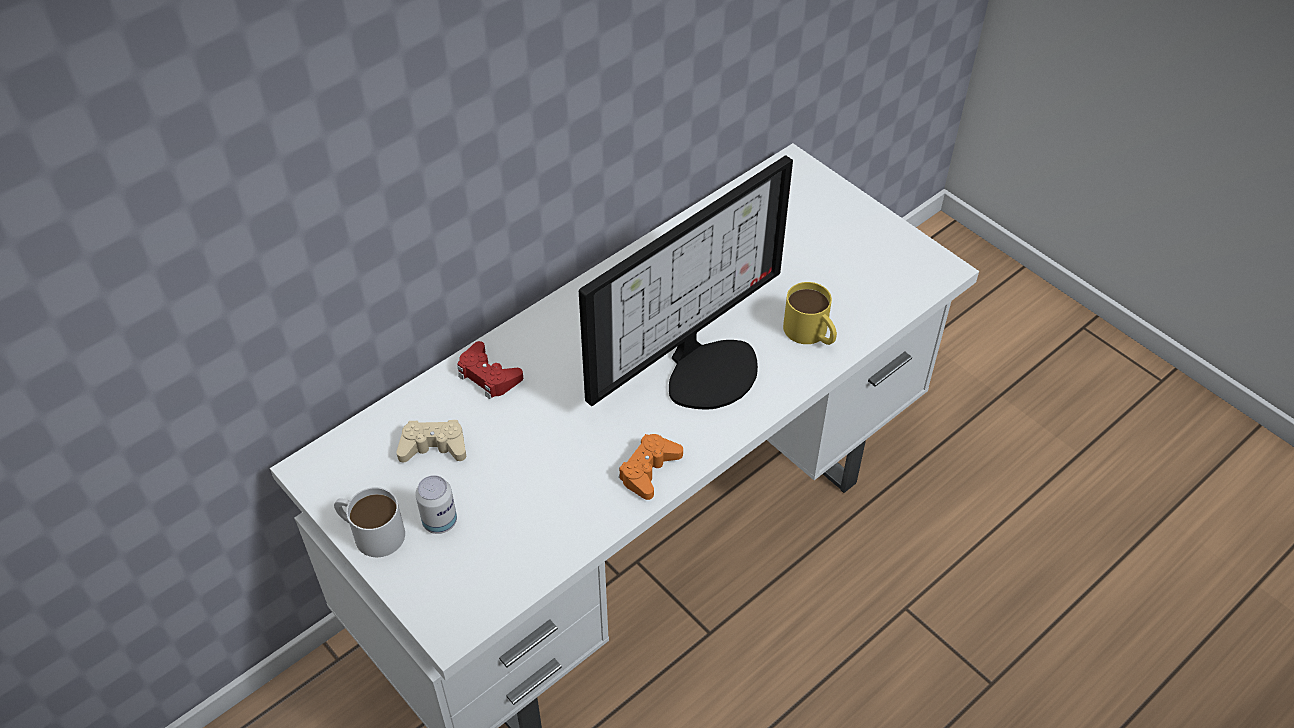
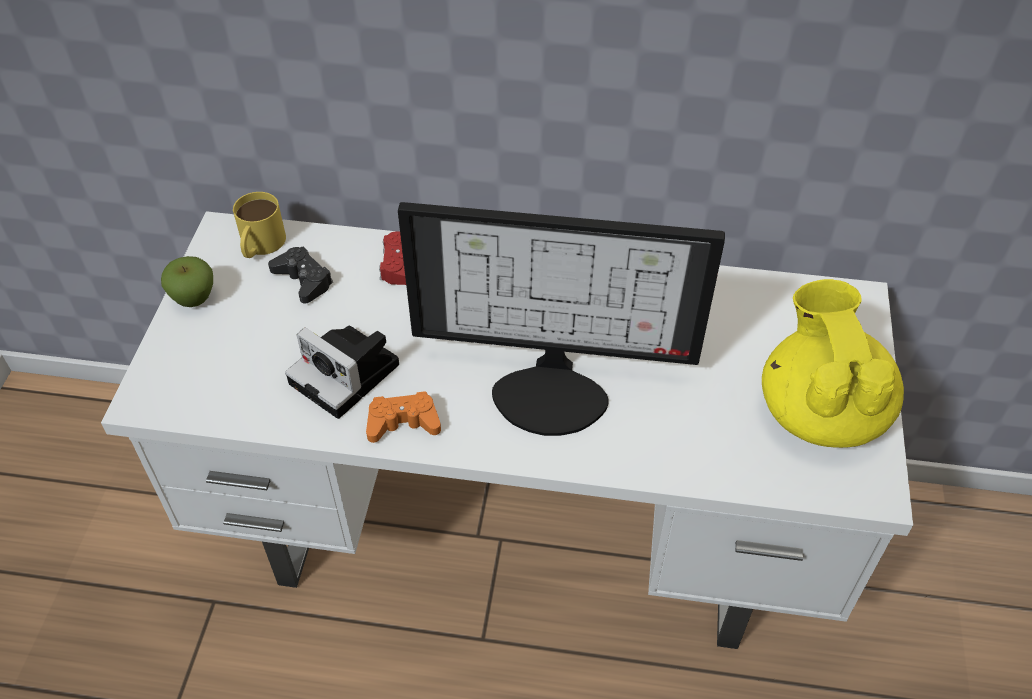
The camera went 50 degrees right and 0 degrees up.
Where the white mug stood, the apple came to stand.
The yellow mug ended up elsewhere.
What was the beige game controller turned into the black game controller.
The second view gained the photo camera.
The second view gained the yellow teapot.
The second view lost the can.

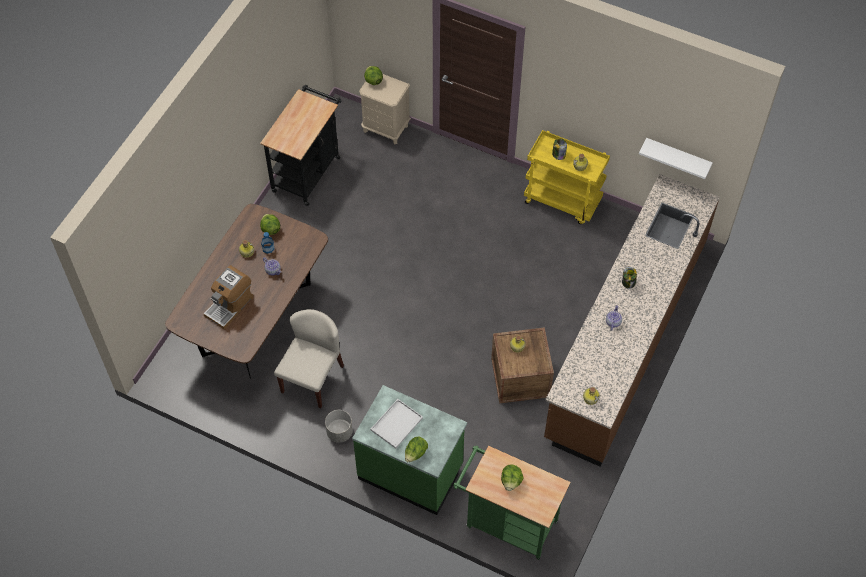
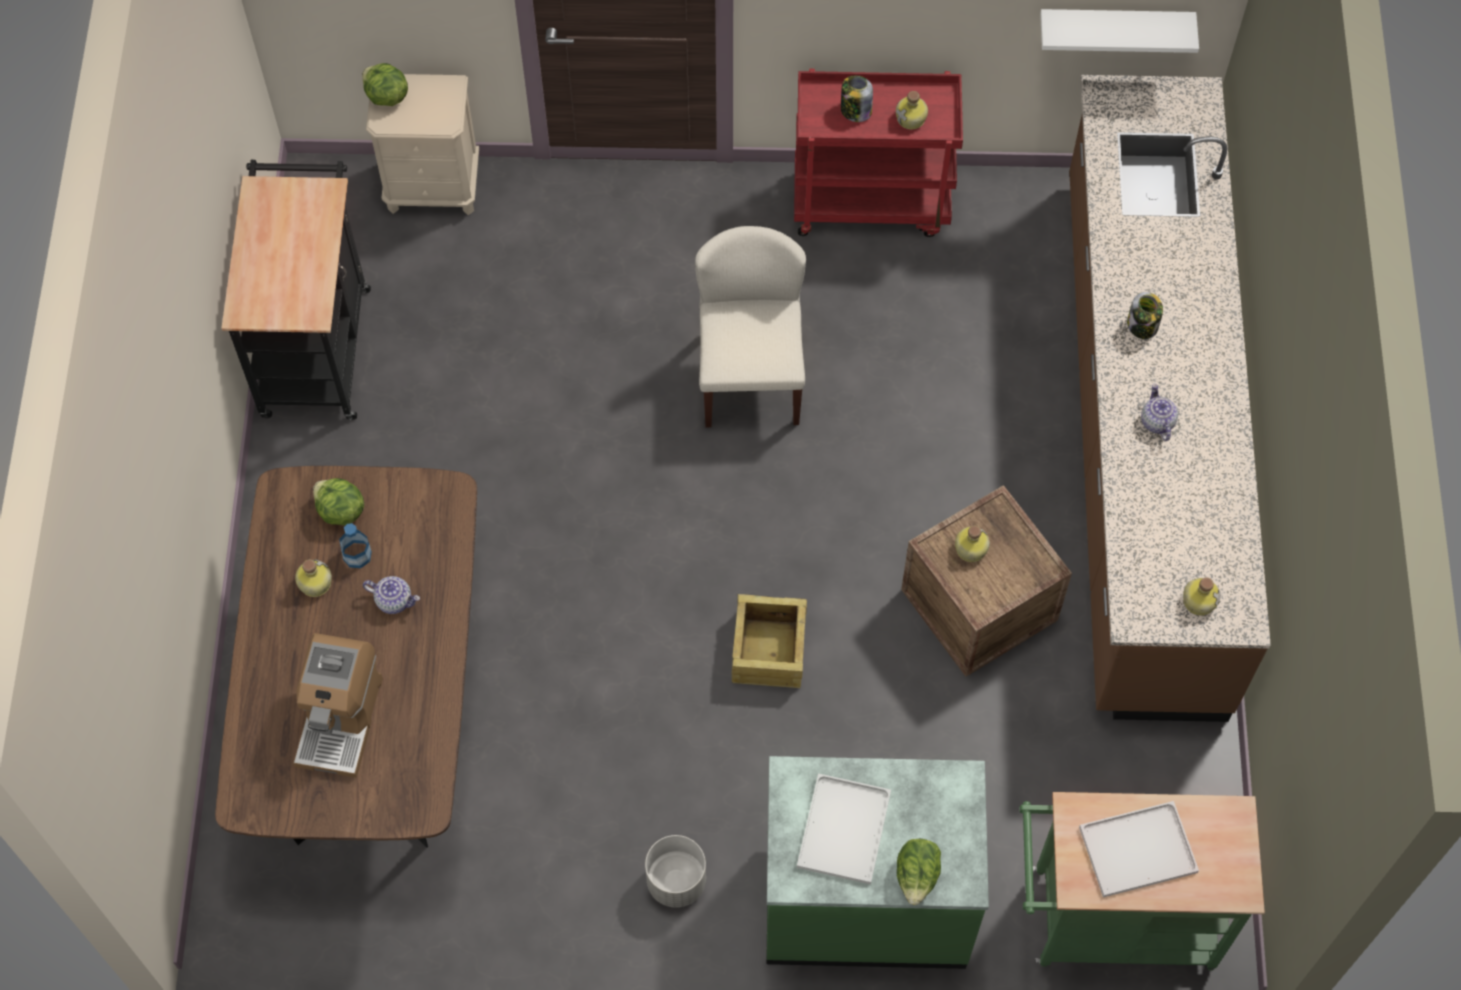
The camera went 25 degrees left and 5 degrees up.
The beige chair ended up elsewhere.
The second view gained the crate (no. 1 from left).
What was the yellow cart turned into the red cart.
Where the lettuce (no. 4 from left) stood, the white tray (no. 2 from left) came to stand.

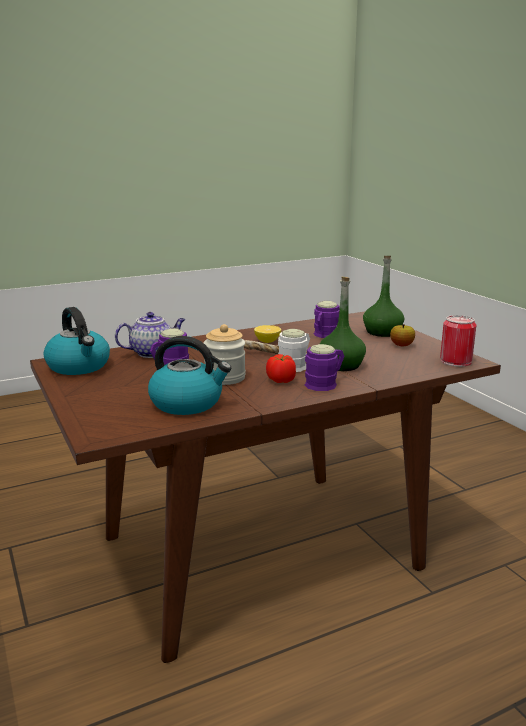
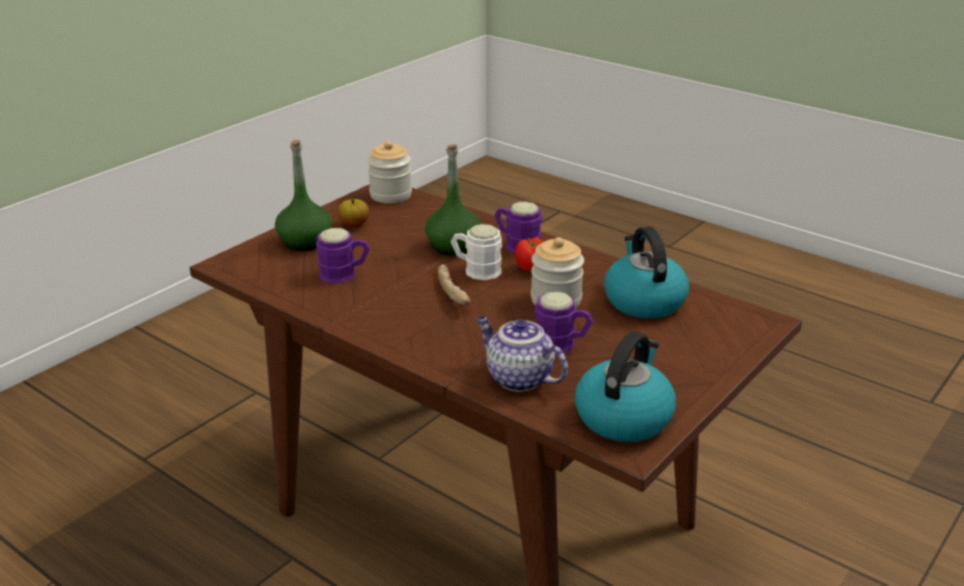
The camera went 115 degrees left and 10 degrees up.
Where the can stood, the jar (no. 1 from left) came to stand.
The second view lost the lemon.

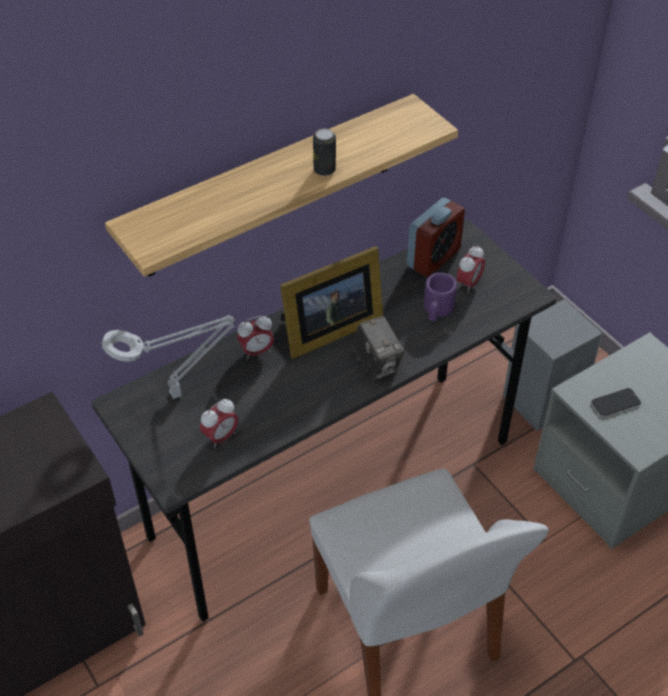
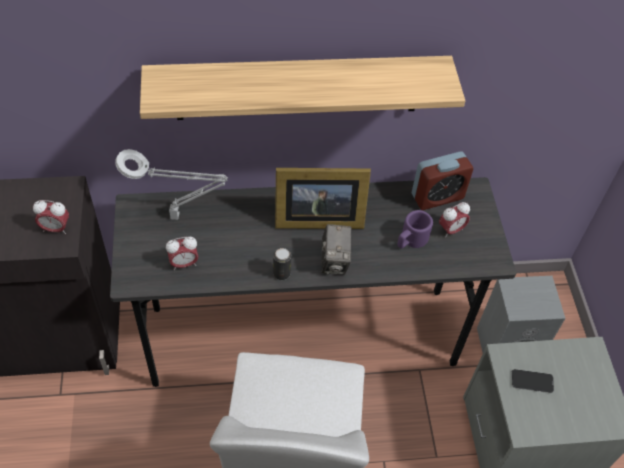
The camera went 25 degrees right and 5 degrees up.
The alarm clock (no. 2 from left in the first image) ended up elsewhere.
The can ended up elsewhere.

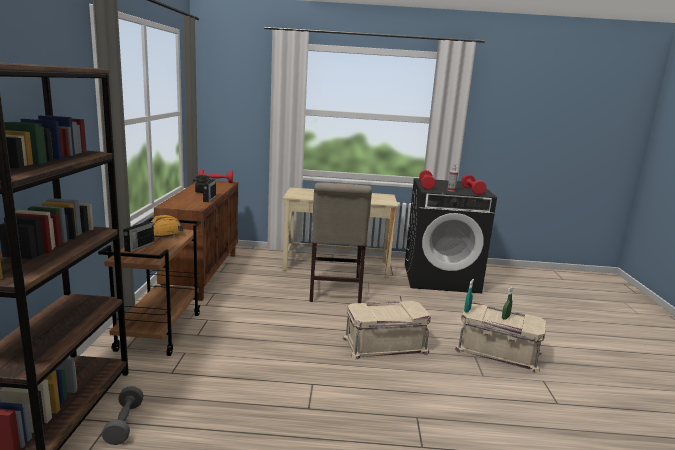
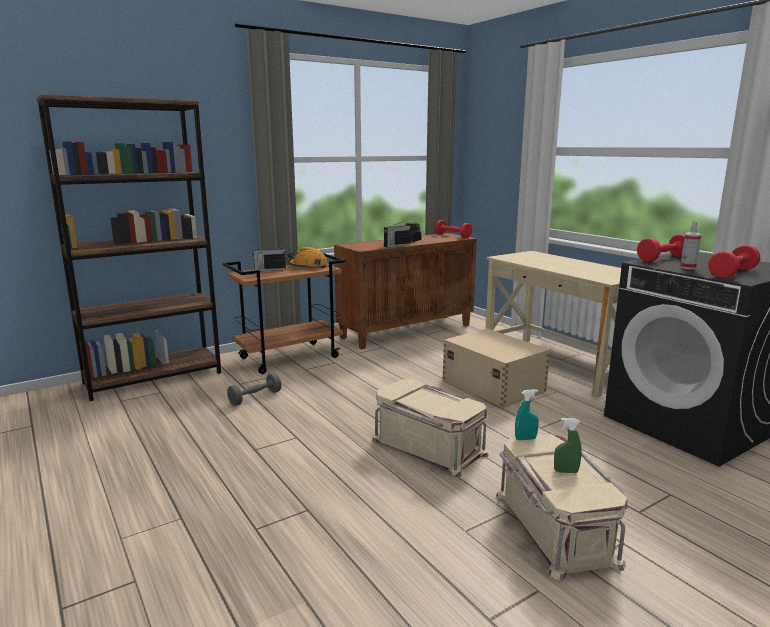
The camera went 55 degrees right and 0 degrees up.
The grey dumbbell ended up elsewhere.
Where the beige chair stood, the beige storage box (no. 2 from left) came to stand.

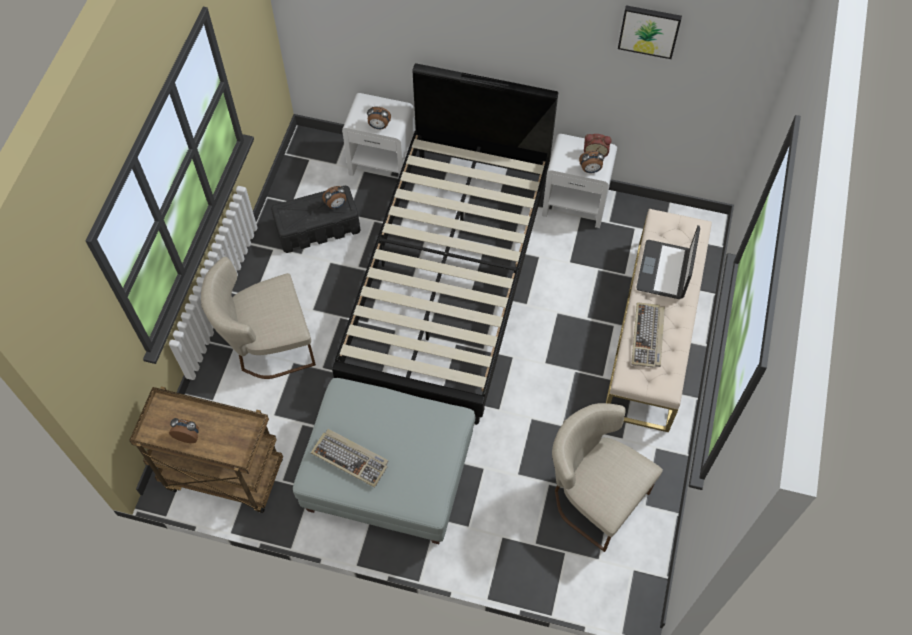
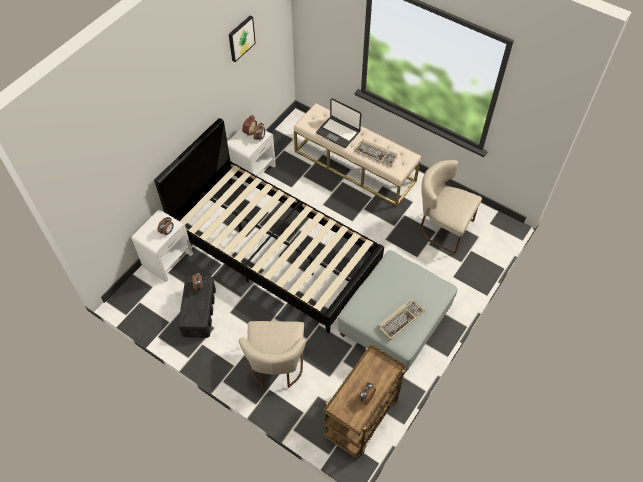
The camera went 70 degrees left and 5 degrees down.
The beige chair (no. 2 from left) ended up facing another way, 60 degrees clockwise from before.

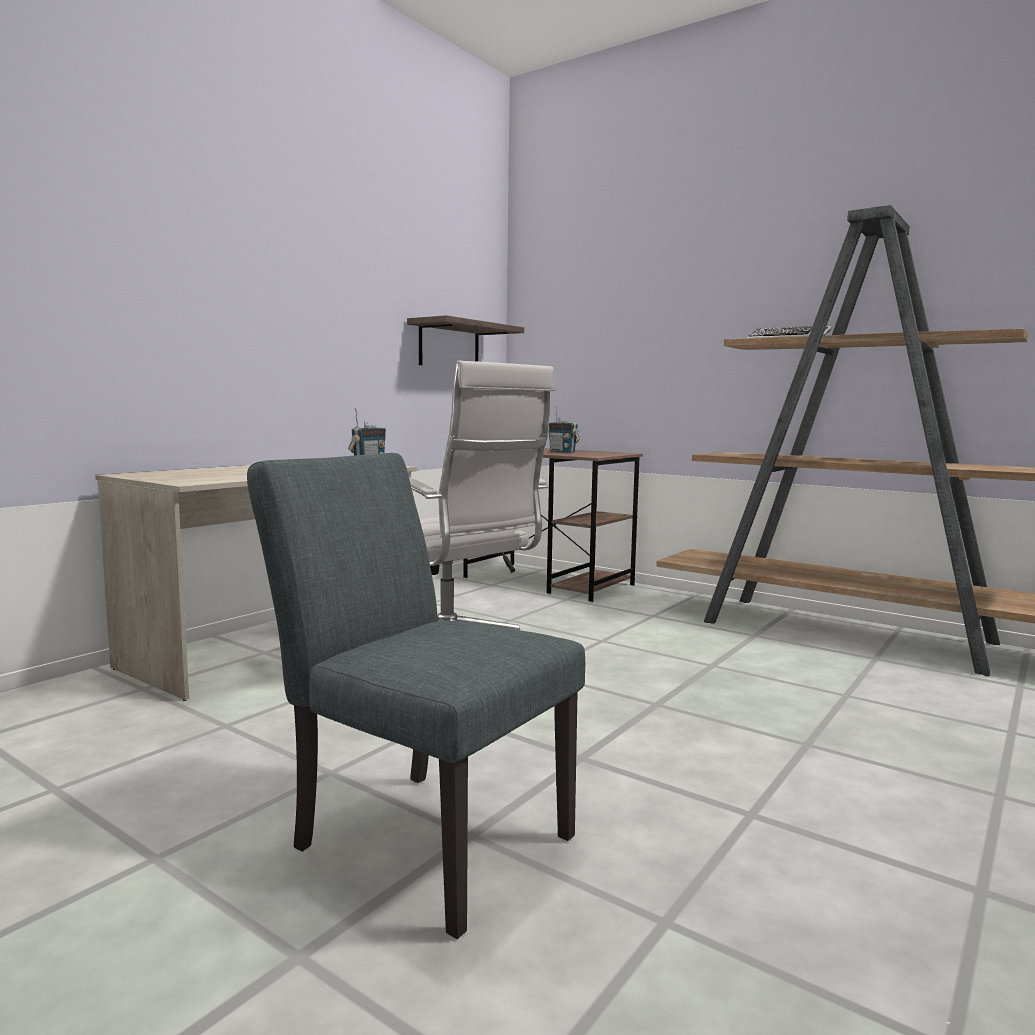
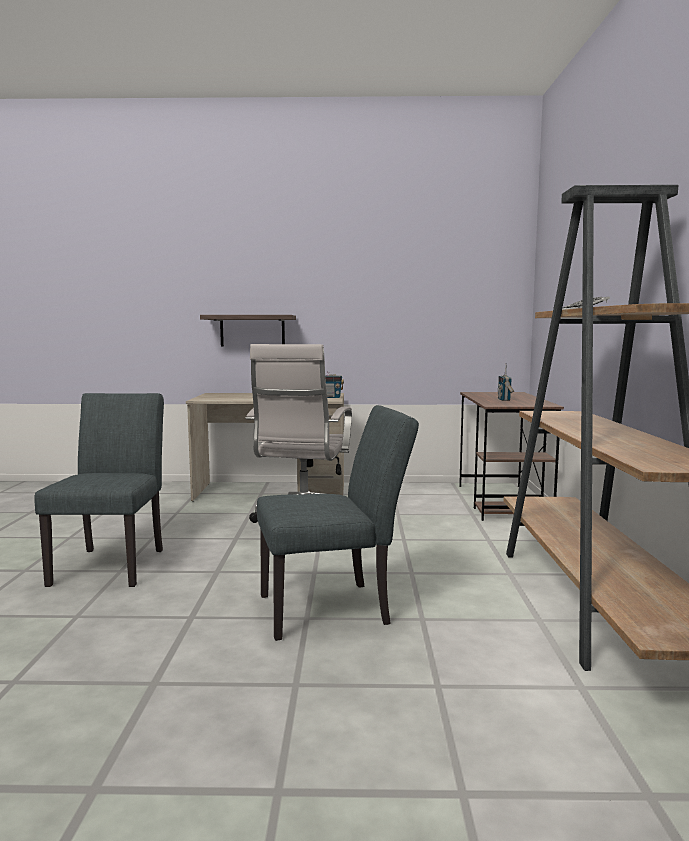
The camera went 55 degrees right and 0 degrees up.
The shelf ended up elsewhere.
The second view gained the grey chair (no. 2 from left).

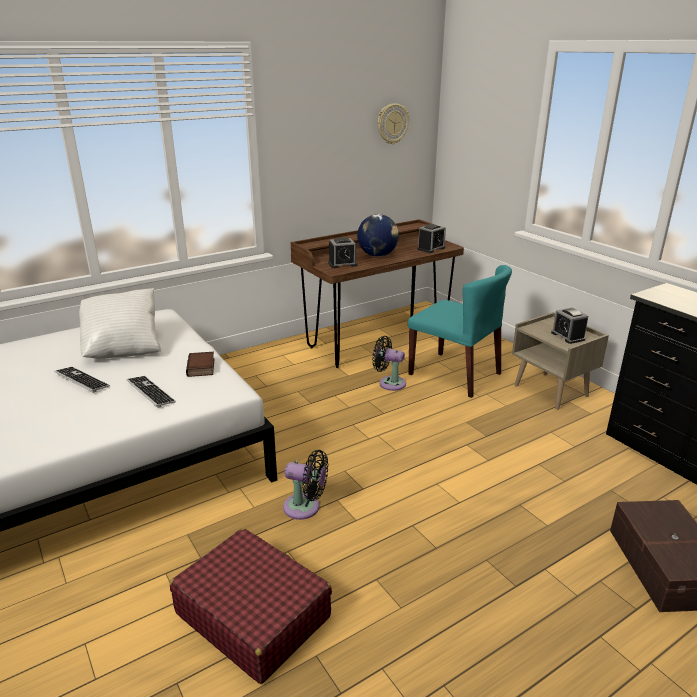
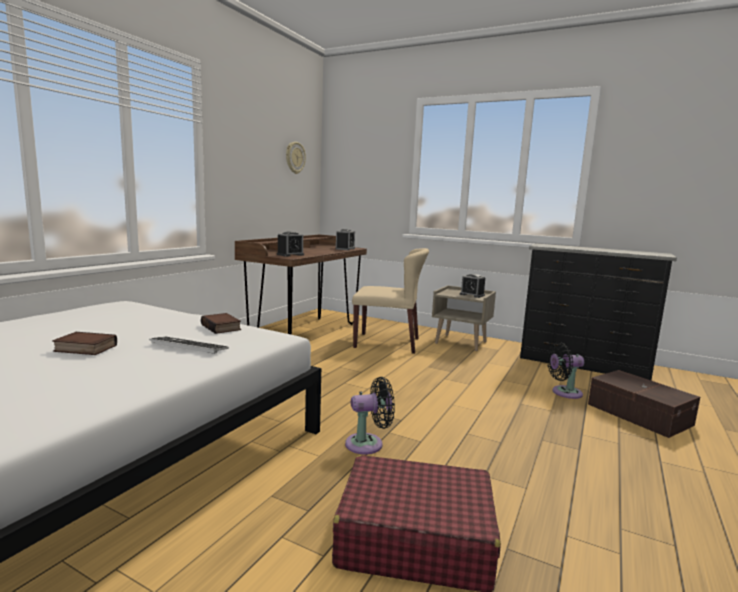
The camera went 30 degrees left and 15 degrees down.
Where the keyboard (no. 1 from left) stood, the book (no. 1 from left) came to stand.
What was the turquoise chair turned into the beige chair.
The black fan (no. 2 from left) ended up elsewhere.
The second view lost the white pillow.
The second view lost the globe.

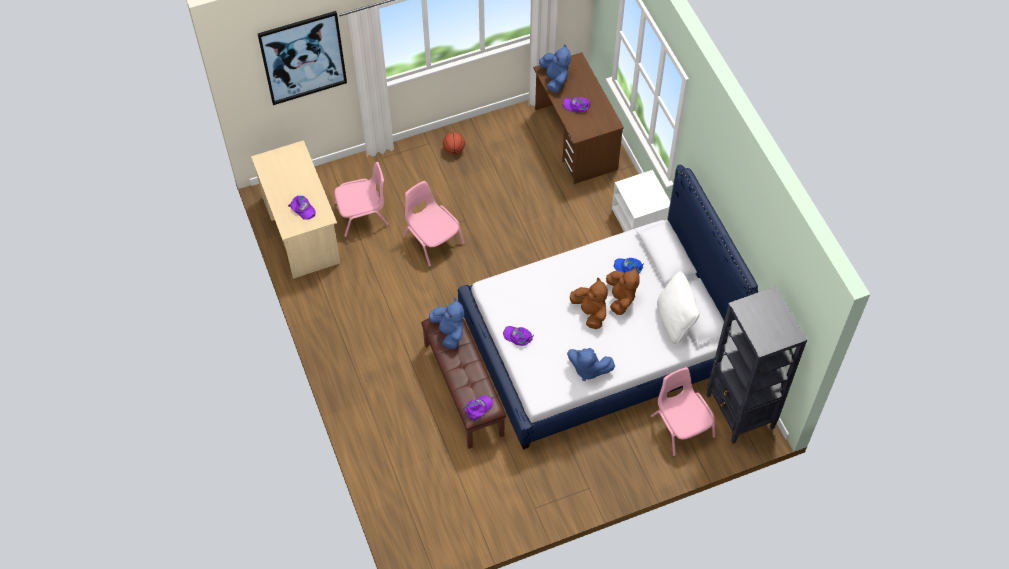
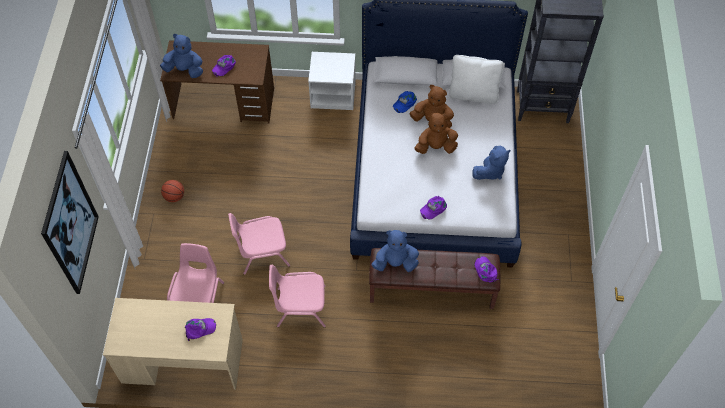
The camera went 65 degrees left and 0 degrees up.
The pink chair (no. 3 from left) ended up elsewhere.

